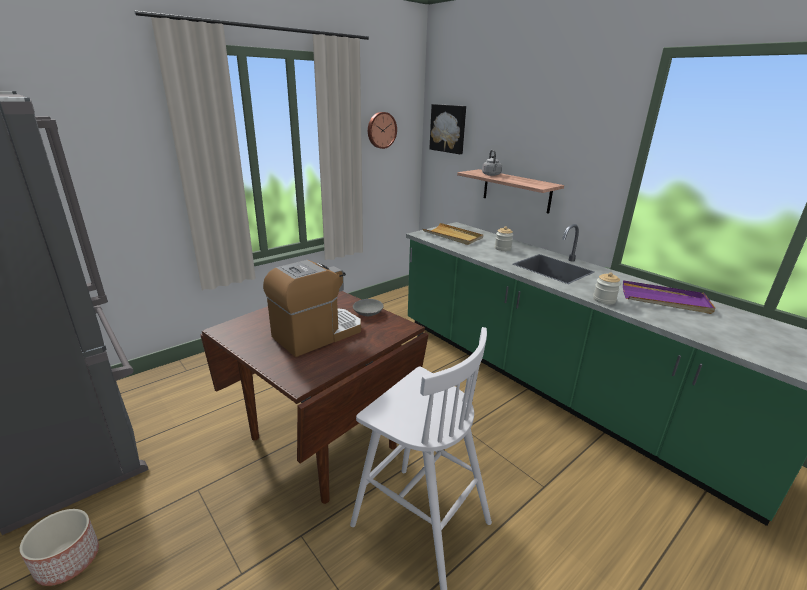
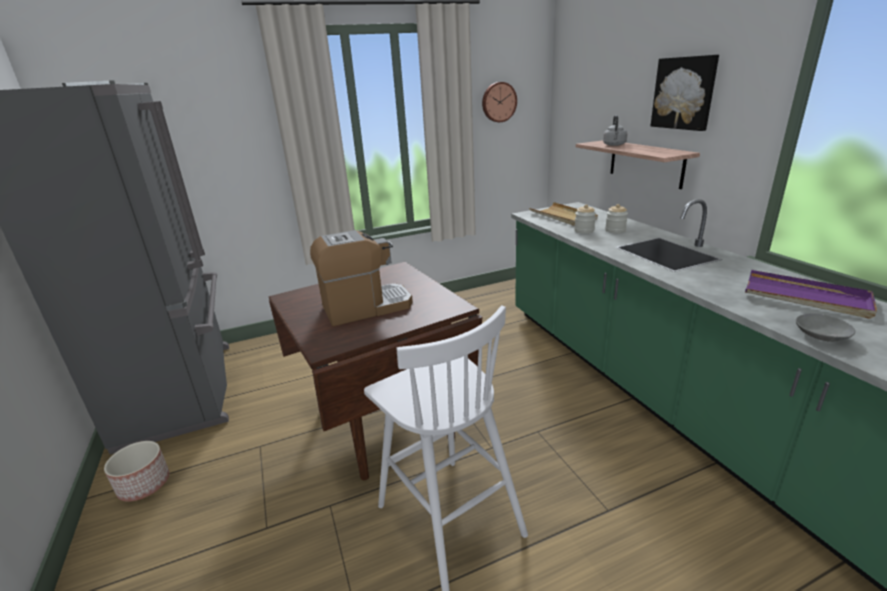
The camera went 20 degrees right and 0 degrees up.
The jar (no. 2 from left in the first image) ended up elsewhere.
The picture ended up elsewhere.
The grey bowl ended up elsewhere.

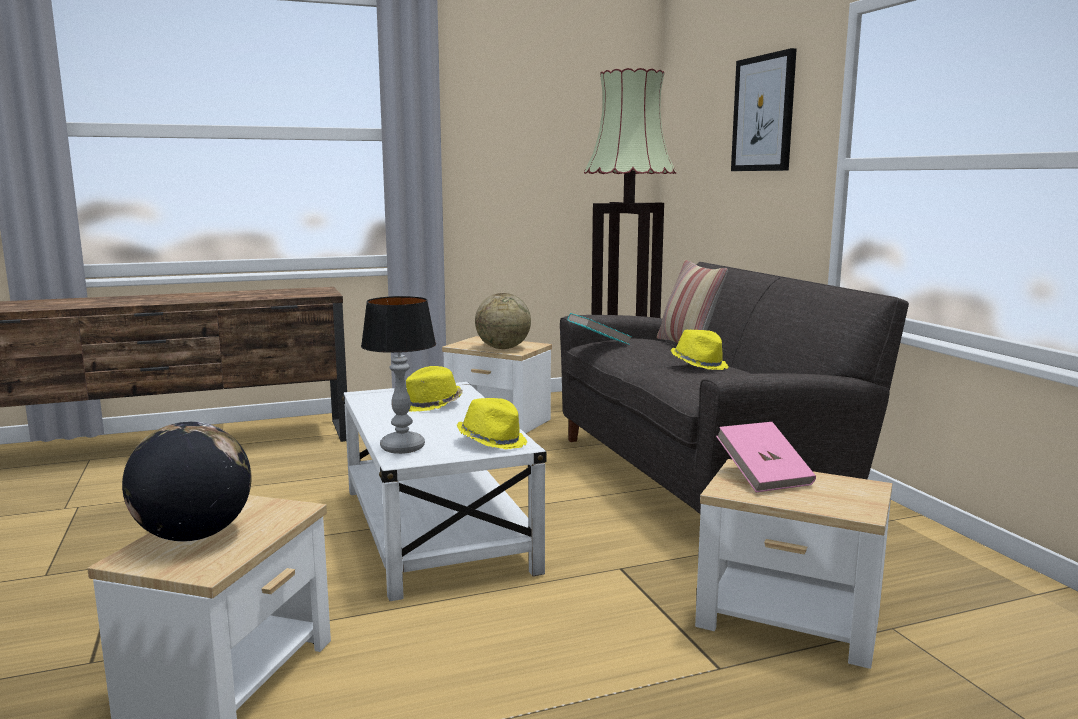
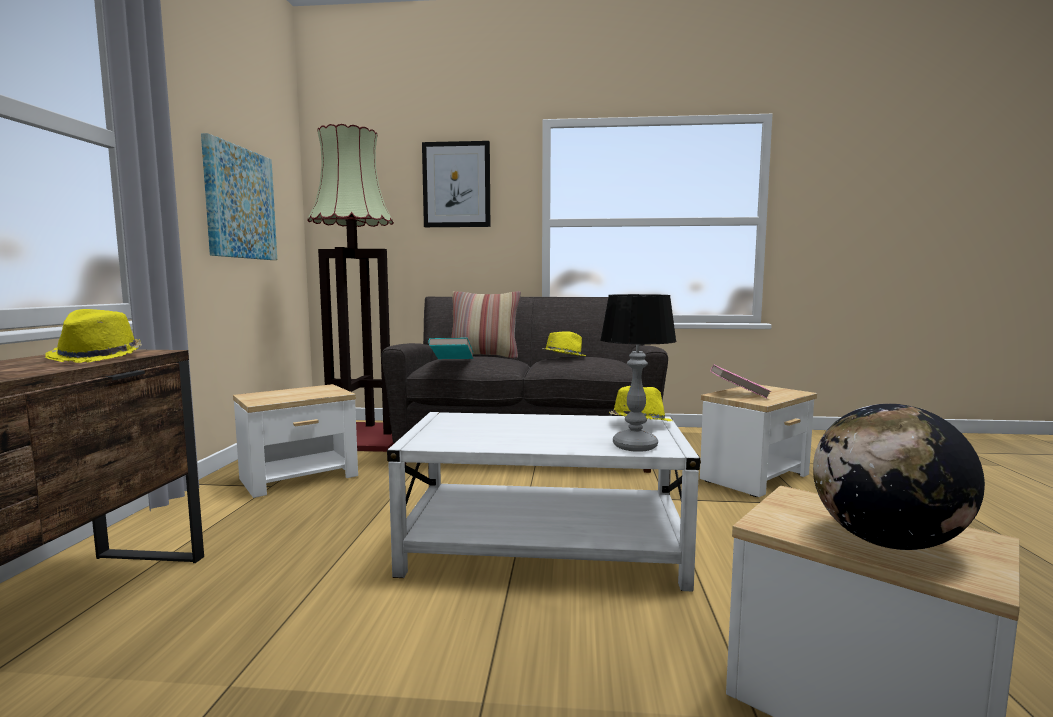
The camera went 65 degrees left and 5 degrees down.
The yellow hat (no. 1 from left) ended up elsewhere.
The second view gained the picture (no. 1 from left).
The second view lost the globe (no. 2 from left).

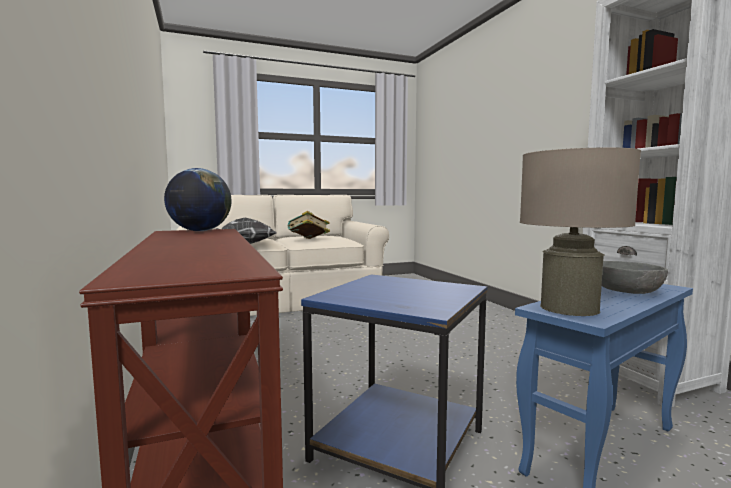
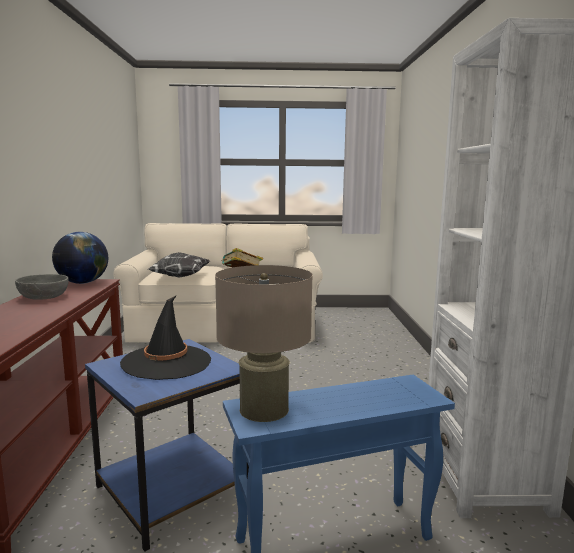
The camera went 20 degrees right and 5 degrees up.
The grey bowl ended up elsewhere.
The second view gained the black hat.

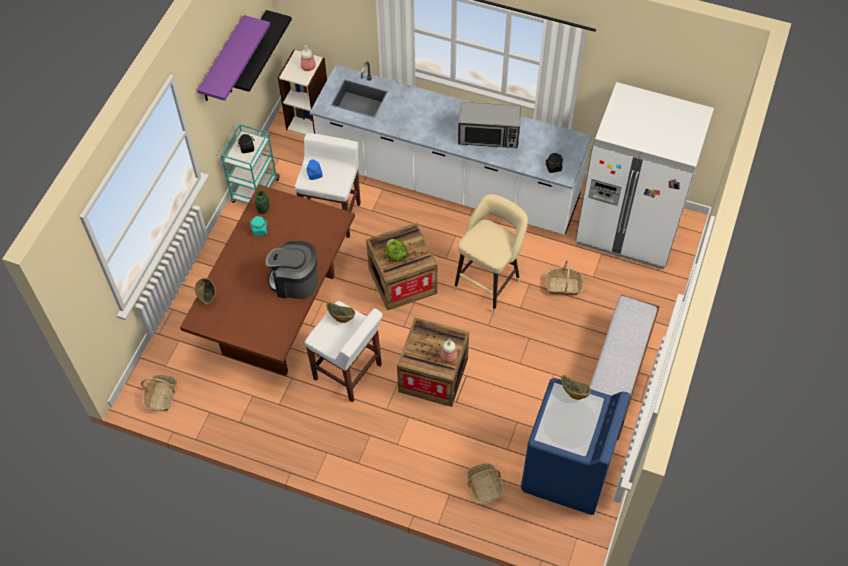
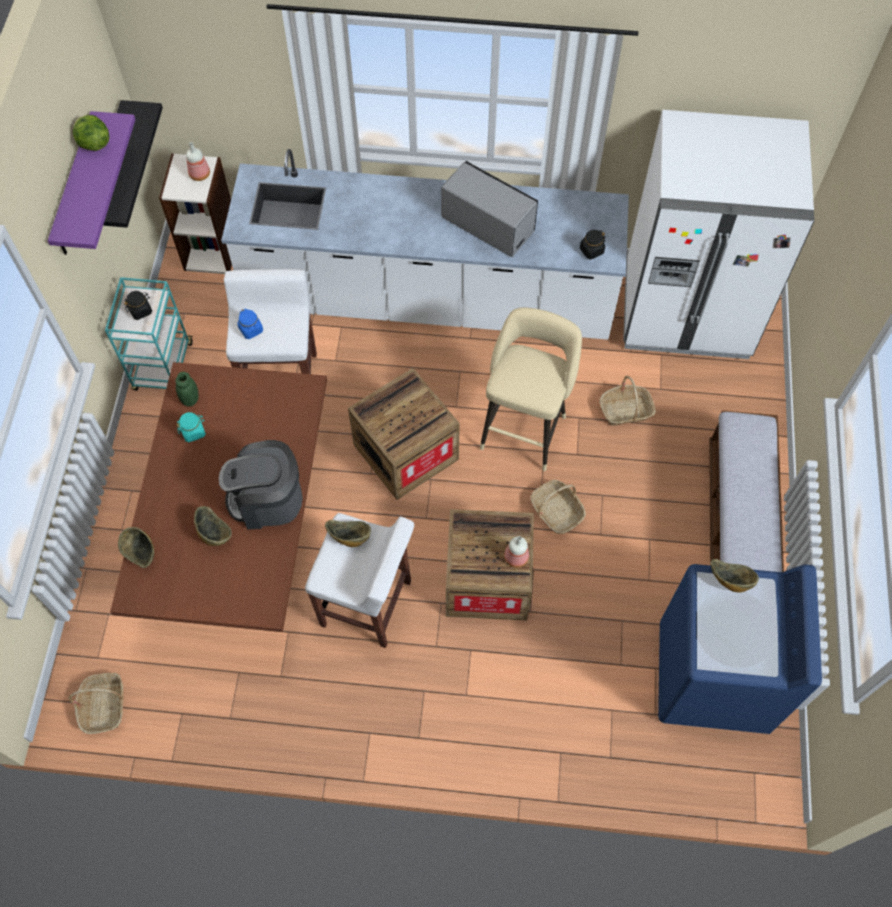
The camera went 15 degrees left and 5 degrees up.
The lettuce ended up elsewhere.
The second view gained the bowl (no. 2 from left).
The microwave ended up facing another way, 135 degrees counterclockwise from before.
The basket (no. 2 from left) ended up elsewhere.

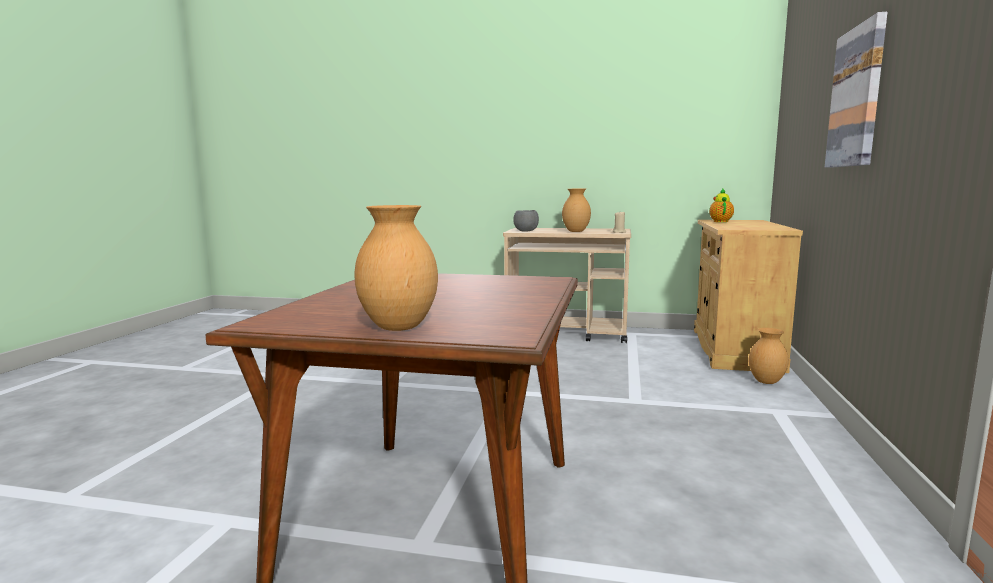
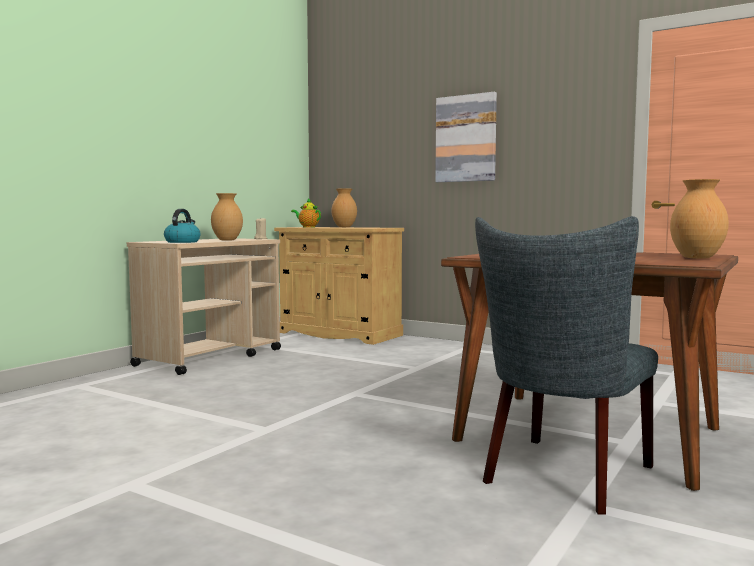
The camera went 70 degrees left and 5 degrees down.
Where the grey bowl stood, the kettle came to stand.
The brown vase (no. 3 from left in the first image) ended up elsewhere.
The second view gained the grey chair.

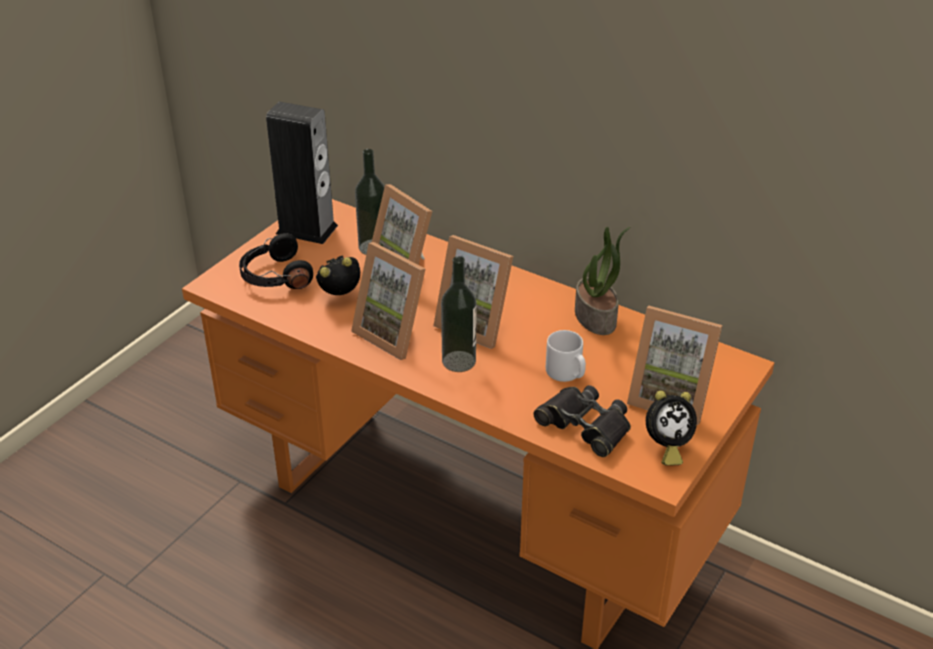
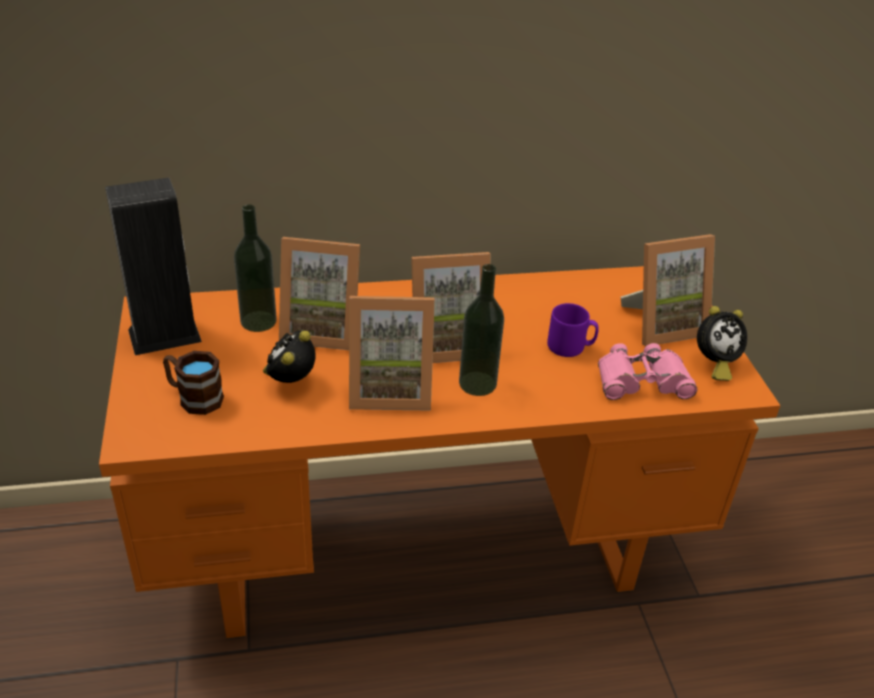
The camera went 45 degrees left and 0 degrees up.
Where the black headphones stood, the brown mug came to stand.
What was the grey mug turned into the purple mug.
What was the black binoculars turned into the pink binoculars.
The alarm clock (no. 2 from left) ended up facing another way, 45 degrees clockwise from before.
The second view lost the potted plant.

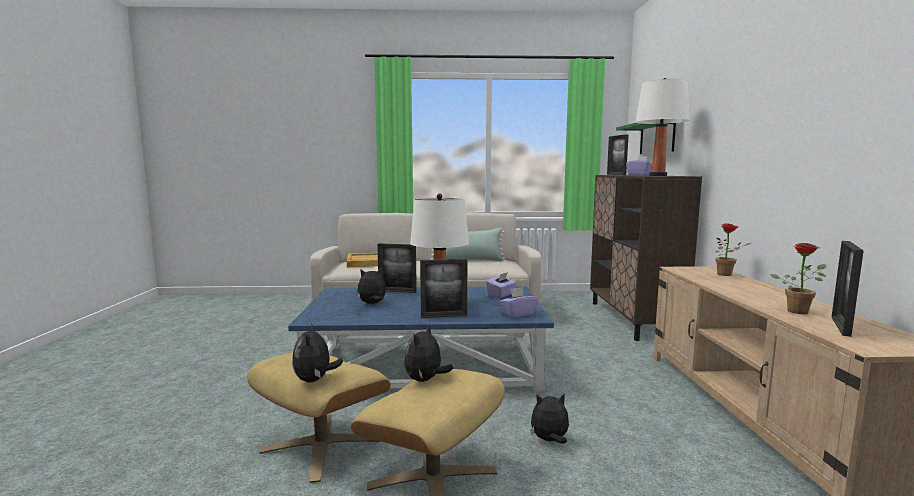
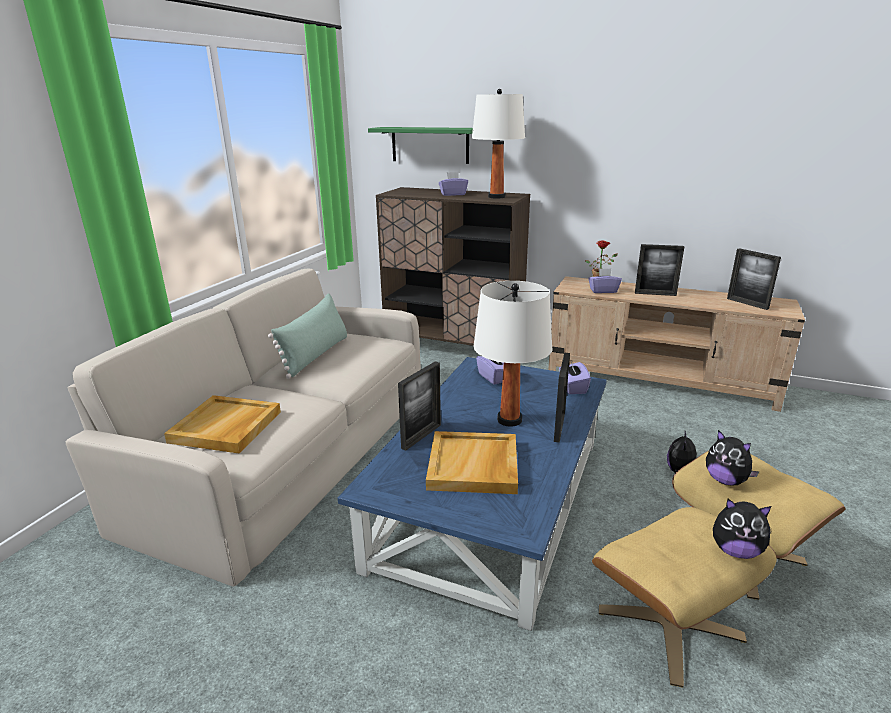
The camera went 65 degrees left and 15 degrees up.
Where the plush toy (no. 2 from left) stood, the beige tray (no. 2 from left) came to stand.
The second view gained the purple tissue box (no. 4 from left).
The picture frame (no. 3 from left) ended up elsewhere.
The second view lost the potted plant (no. 2 from left).

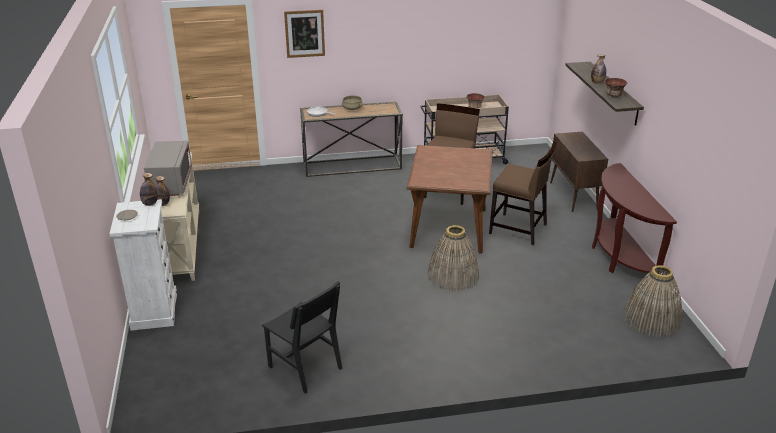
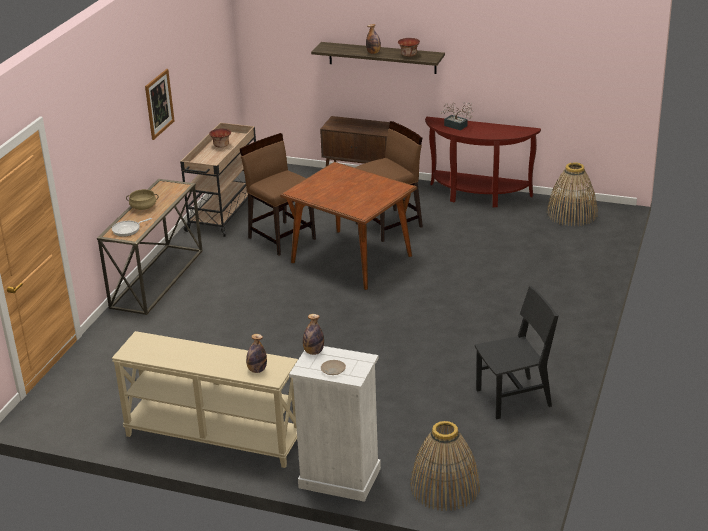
The camera went 60 degrees left and 0 degrees up.
The picture ended up elsewhere.
The basket (no. 1 from left) ended up elsewhere.
The second view gained the potted plant.
The second view lost the grey microwave.

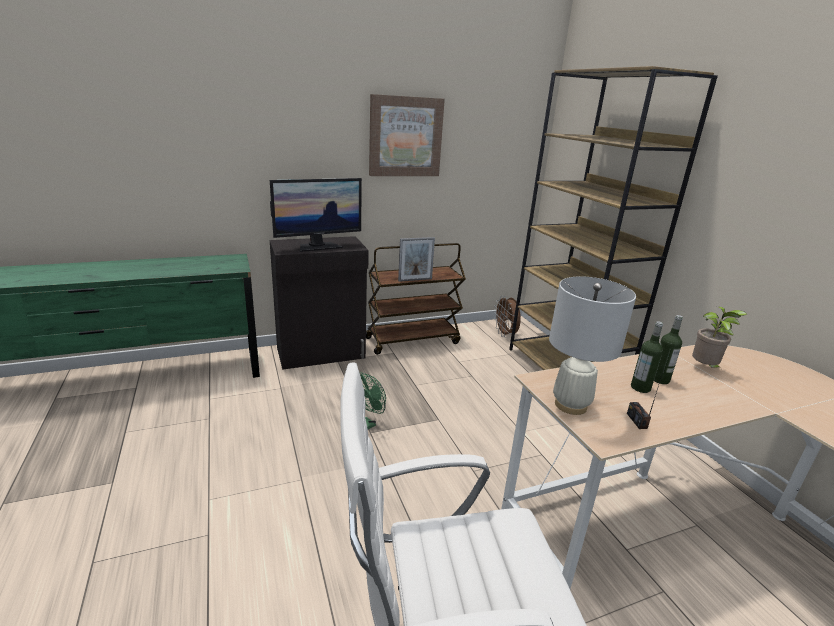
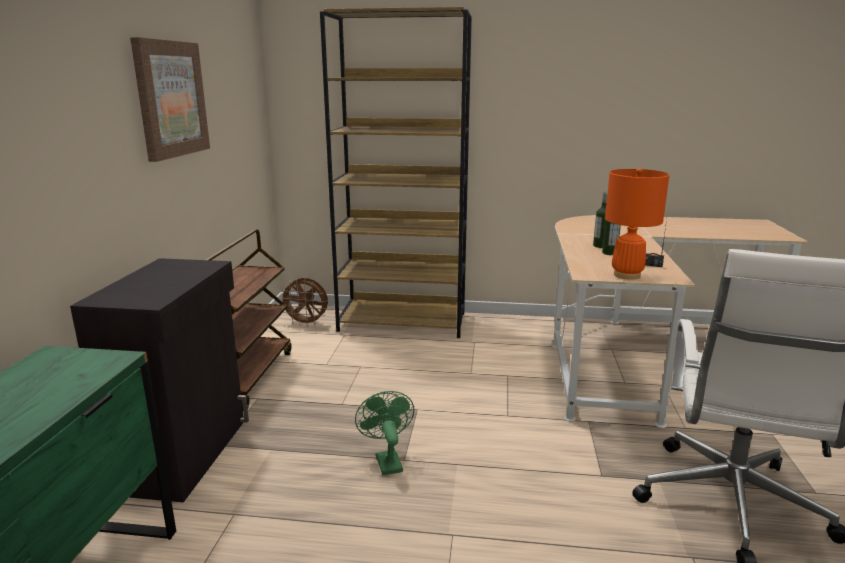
The camera went 60 degrees left and 5 degrees down.
What was the white table lamp turned into the orange table lamp.
The second view lost the monitor.
The second view lost the picture frame.
The second view lost the potted plant.

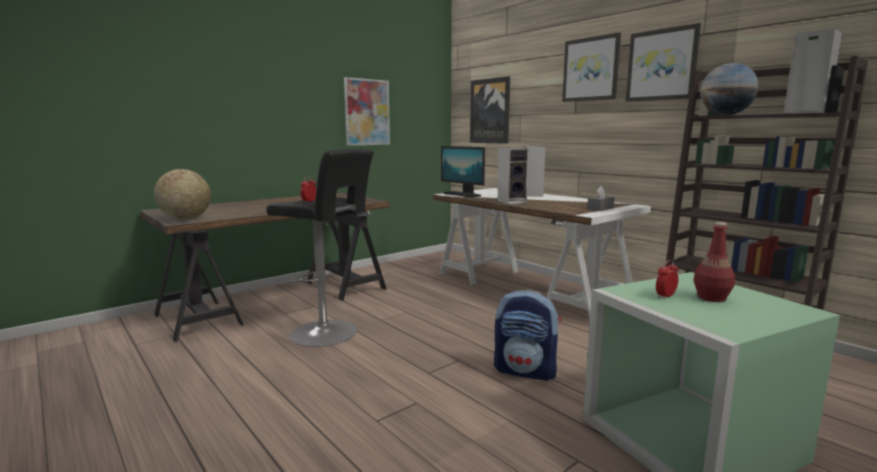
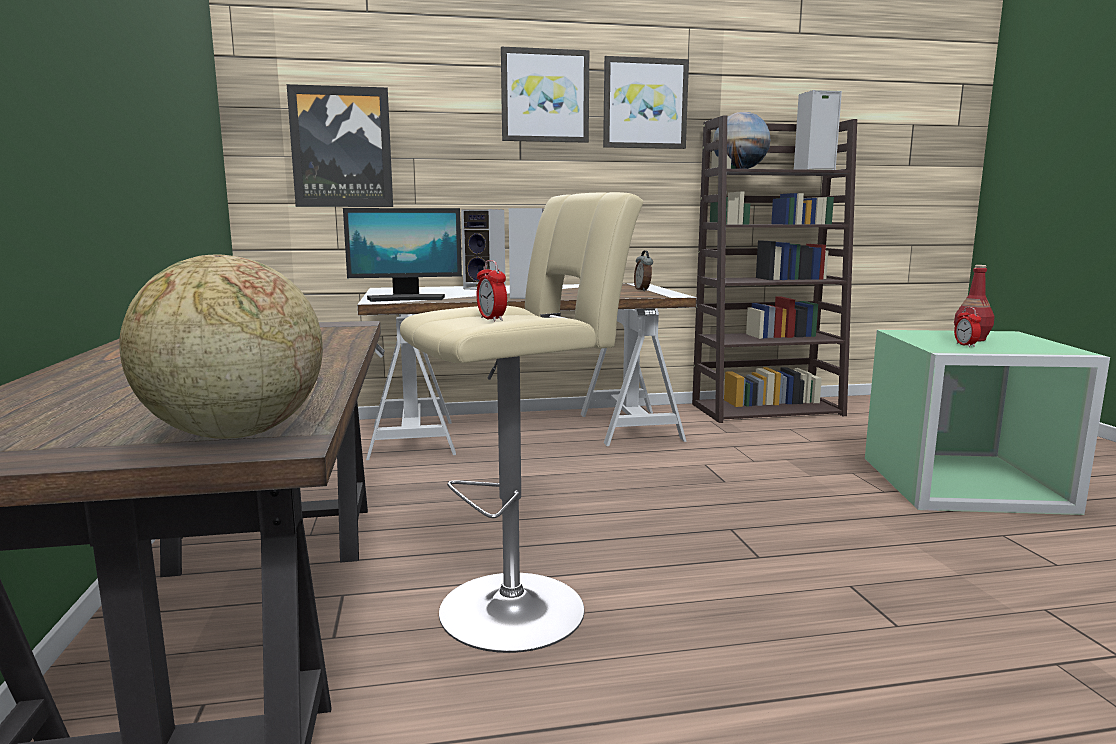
The camera went 60 degrees left and 0 degrees up.
What was the black stool turned into the beige stool.
Where the grey tissue box stood, the alarm clock (no. 2 from left) came to stand.
The second view lost the picture (no. 1 from left).
The second view lost the backpack.

